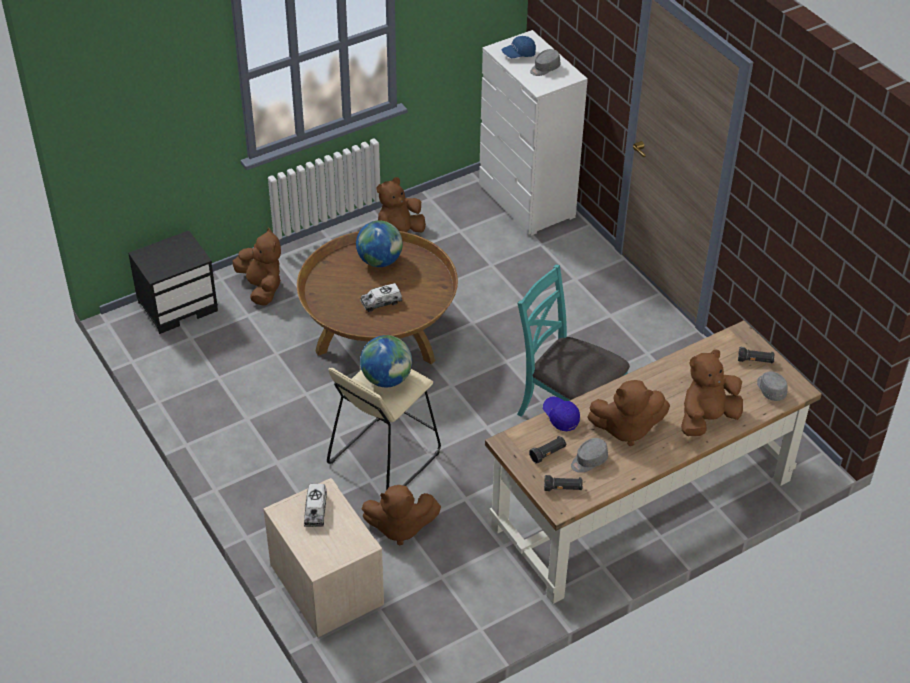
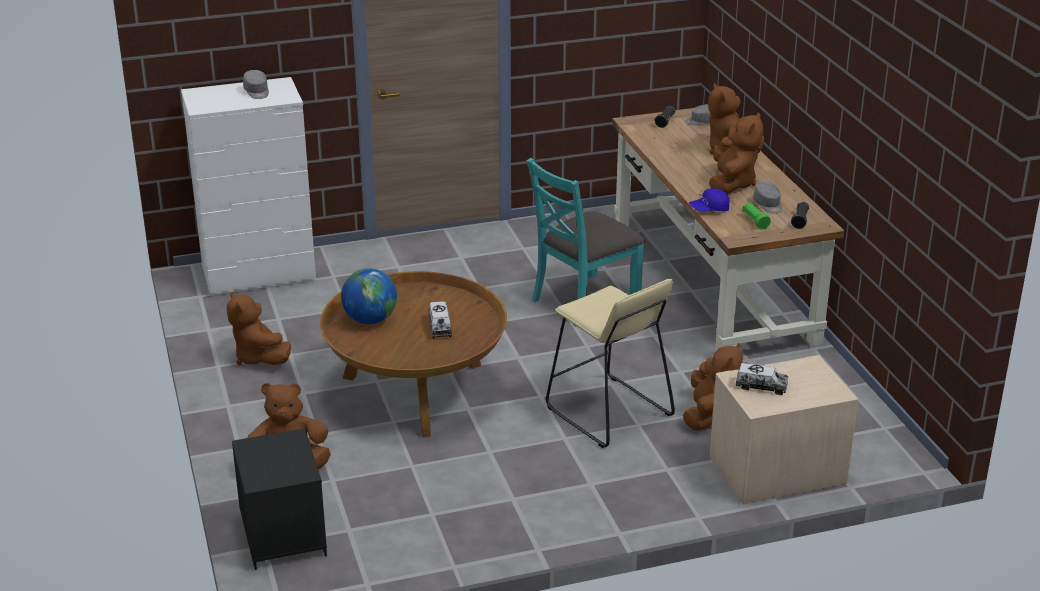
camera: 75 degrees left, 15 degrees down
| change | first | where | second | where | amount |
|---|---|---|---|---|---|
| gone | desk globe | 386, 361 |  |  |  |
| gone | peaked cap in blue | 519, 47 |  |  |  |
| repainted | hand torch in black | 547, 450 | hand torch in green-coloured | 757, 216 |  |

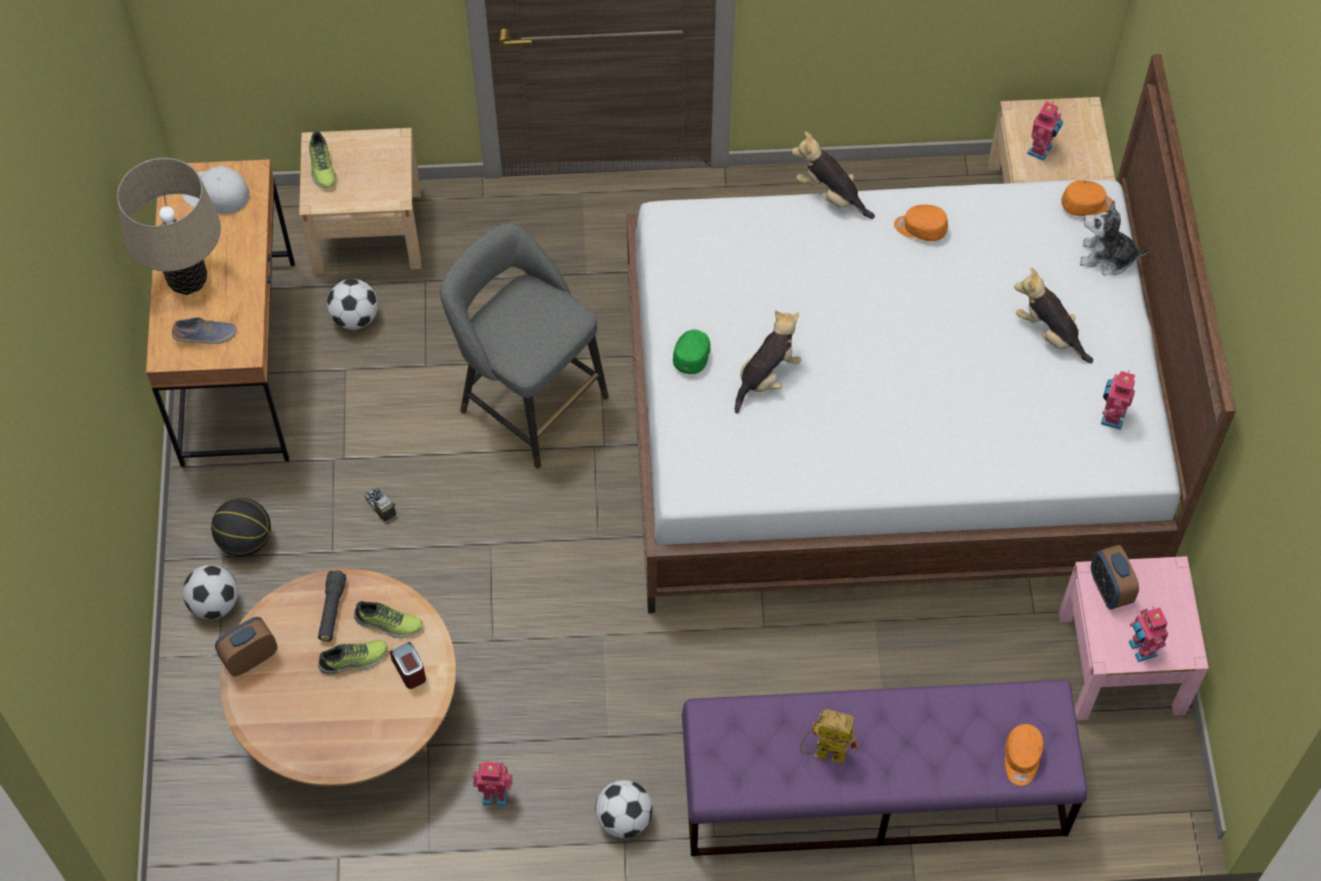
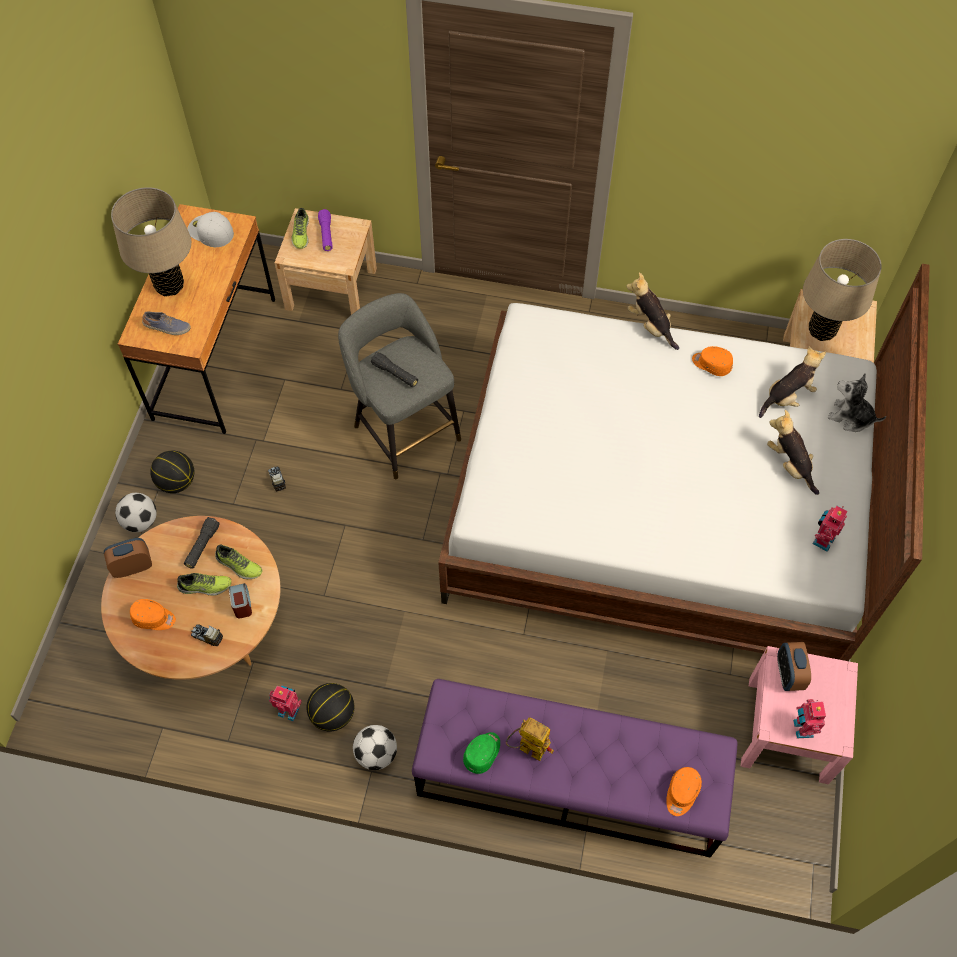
camera: 15 degrees right, 0 degrees up
| change | first | where | second | where | amount |
|---|---|---|---|---|---|
| gone | football | 352, 304 |  |  |  |
| new |  |  | toy truck | 207, 635 |  |
| new |  |  | basketball ball | 330, 707 |  |
| new |  |  | hand torch in purple-coloured | 325, 230 |  |
| new |  |  | hand torch in black | 394, 369 |  |
| shifted | peaked cap in green-coloured | 692, 352 |  | 481, 753 |  |
| shifted | plush toy | 768, 361 |  | 792, 382 |  |
| shifted | peaked cap in orange-coloured | 1087, 198 |  | 153, 614 |  |
| swapped | model robot | 1045, 131 | tabletop lamp in beige | 842, 290 |  |

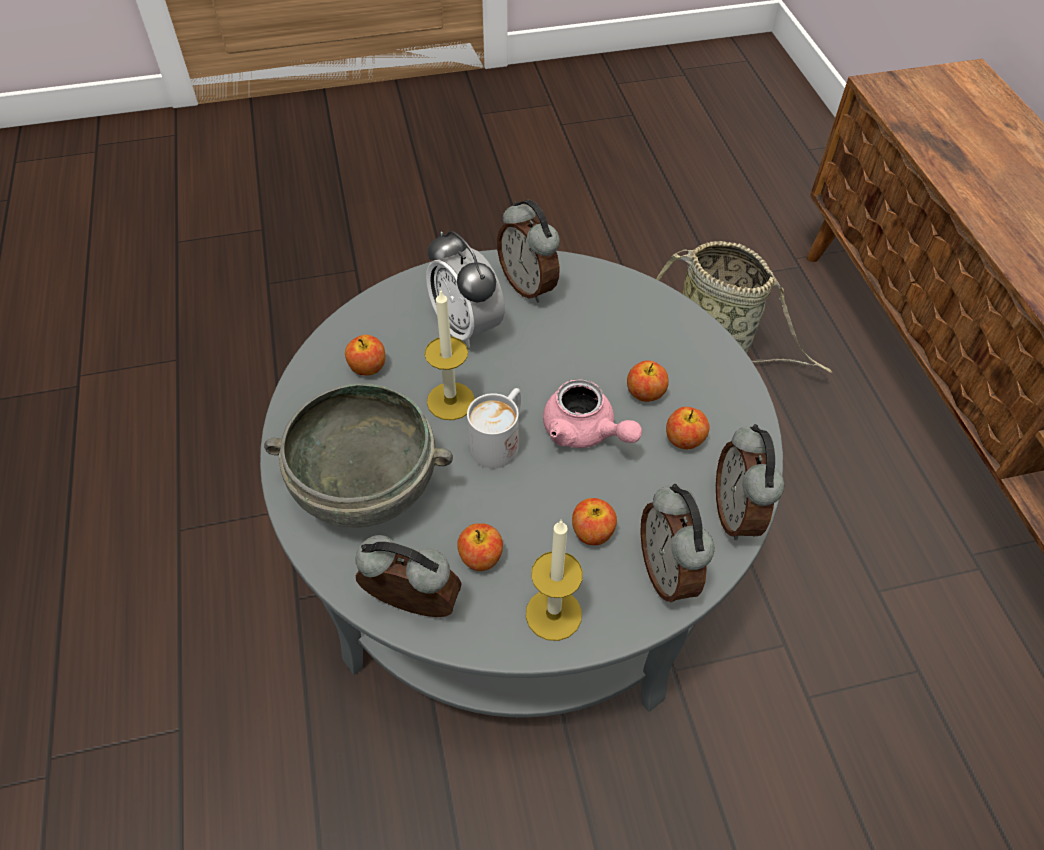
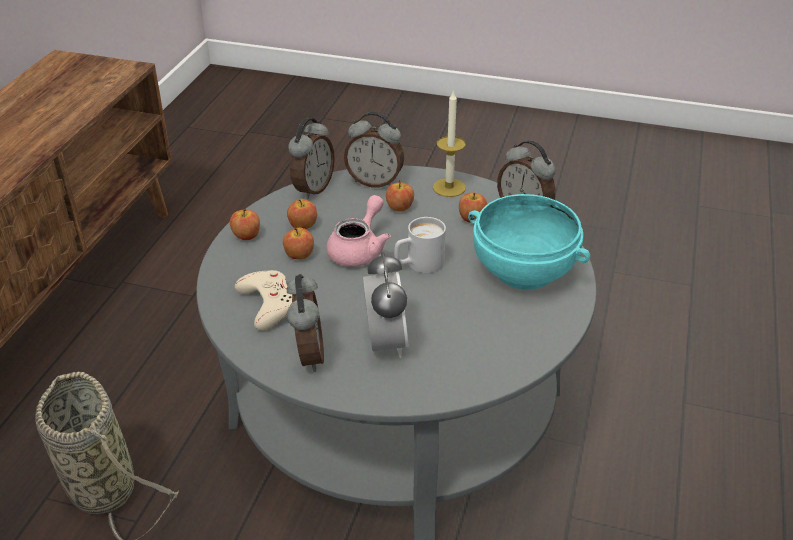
camera: 150 degrees left, 15 degrees down
| change | first | where | second | where | amount |
|---|---|---|---|---|---|
| gone | wax light | 450, 354 |  |  |  |
| new |  |  | gamepad in beige | 263, 300 |  |
| shifted | apple fruit | 365, 355 |  | 245, 224 |  |
| repainted | deep dish in grey | 358, 455 | deep dish in turquoise | 529, 242 |  |
| rotated | tea pot in pink | 592, 413 |  | 358, 231 | 45 degrees clockwise |
| rotated | alarm clock | 677, 543 |  | 374, 149 | 90 degrees clockwise |

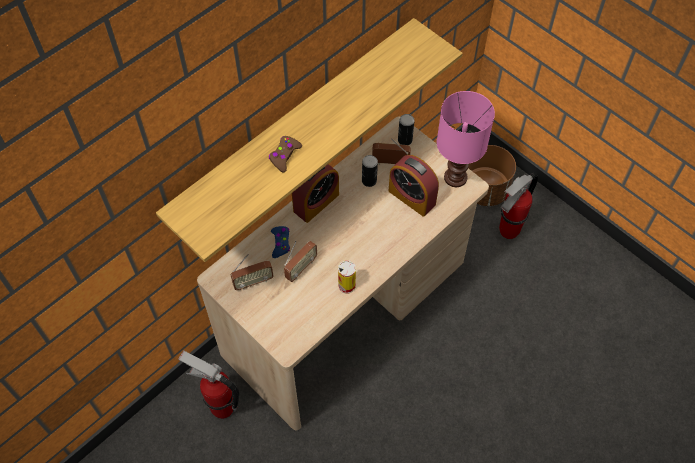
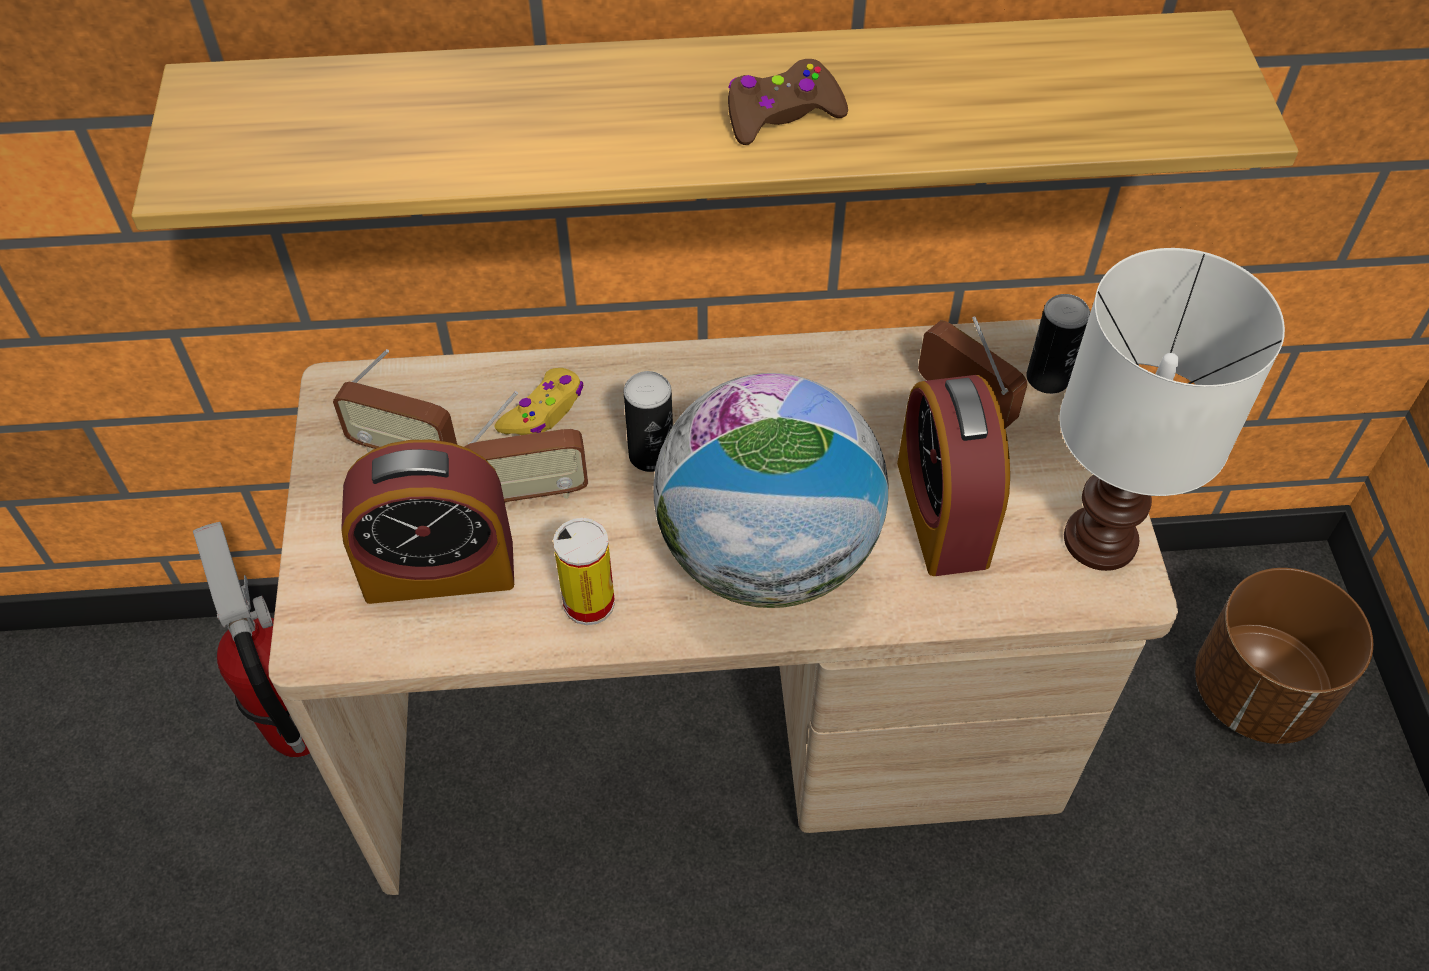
camera: 40 degrees right, 5 degrees down
| change | first | where | second | where | amount |
|---|---|---|---|---|---|
| gone | fire extinguisher | 518, 206 |  |  |  |
| new |  |  | desk globe | 770, 490 |  |
| shifted | gamepad in brown | 285, 154 |  | 788, 102 |  |
| shifted | alarm clock | 315, 193 |  | 427, 522 |  |
| shifted | can | 370, 171 |  | 648, 421 |  |
| repainted | gamepad in blue | 280, 242 | gamepad in yellow | 539, 401 |  |
| repainted | tabletop lamp in pink | 466, 139 | tabletop lamp in whitish | 1172, 409 |  |

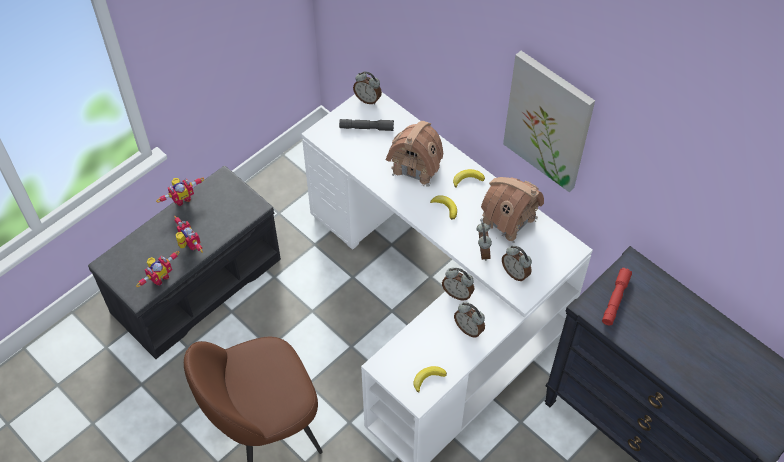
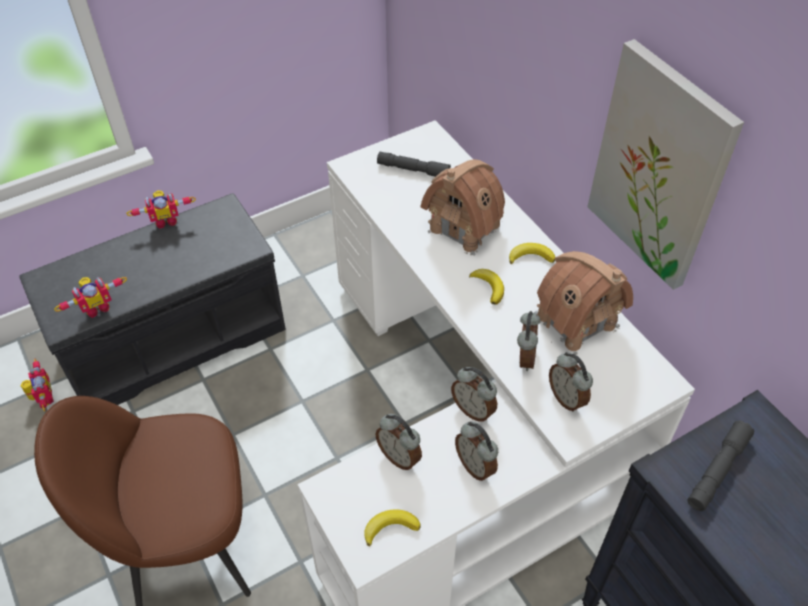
camera: 15 degrees right, 5 degrees down
| change | first | where | second | where | amount |
|---|---|---|---|---|---|
| shifted | model robot | 188, 234 |  | 37, 385 |  |
| shifted | alarm clock | 367, 87 |  | 399, 442 |  |
| repainted | hand torch in red | 617, 296 | hand torch in grey | 721, 465 |  |

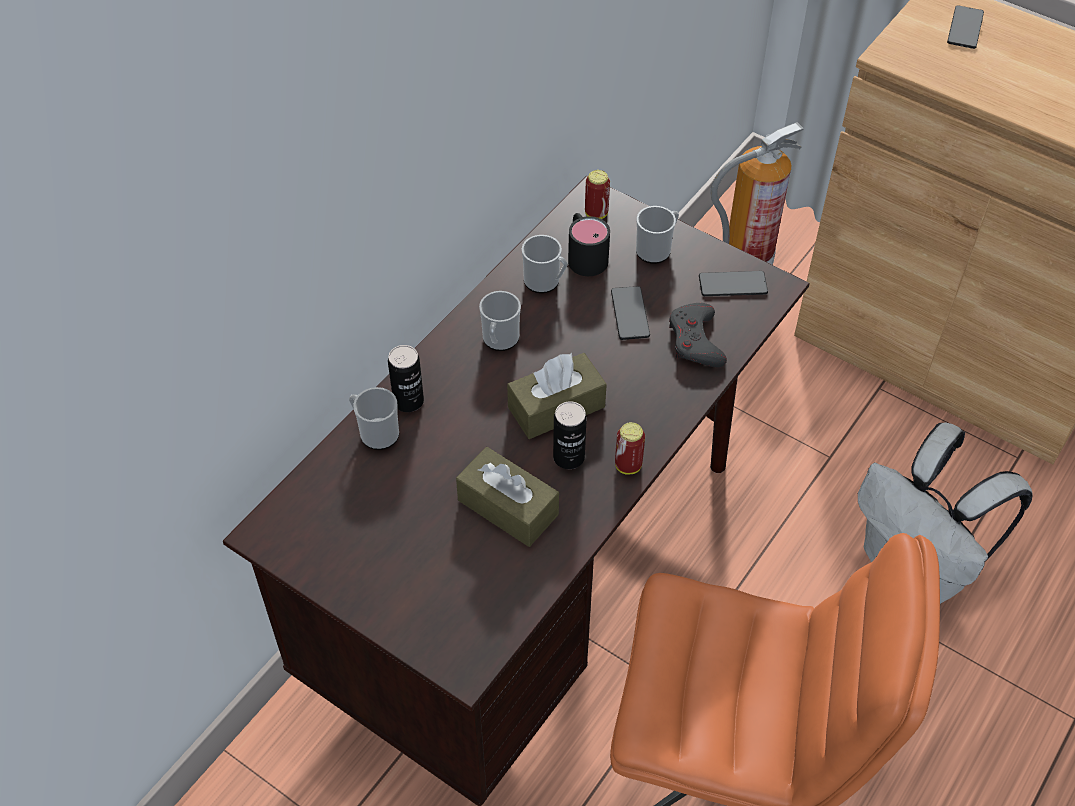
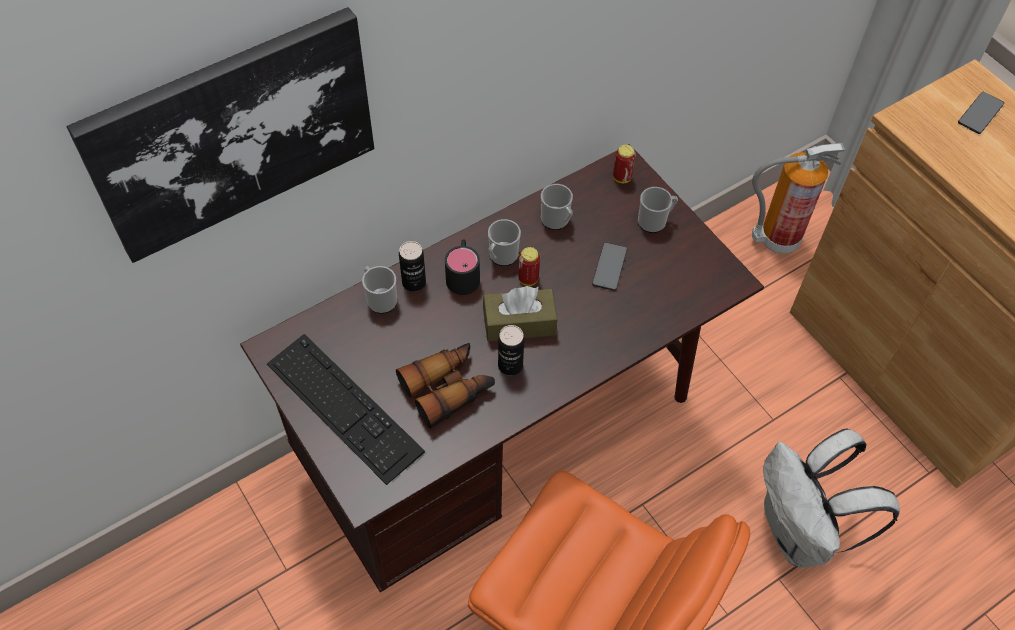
camera: 20 degrees right, 5 degrees up
| change | first | where | second | where | amount |
|---|---|---|---|---|---|
| gone | gamepad in grey | 698, 335 |  |  |  |
| gone | handset | 733, 283 |  |  |  |
| new |  |  | wall art | 220, 135 |  |
| new |  |  | keyboard | 346, 409 |  |
| shifted | mug in black | 589, 244 |  | 462, 267 |  |
| shifted | can | 630, 448 |  | 529, 266 |  |
| swapped | box of tissues in brown | 507, 497 | pair of binoculars | 445, 386 |  |

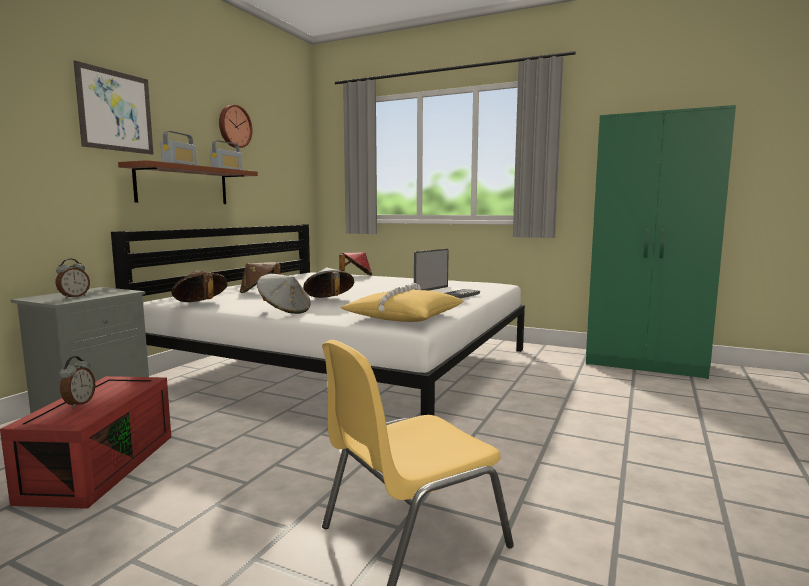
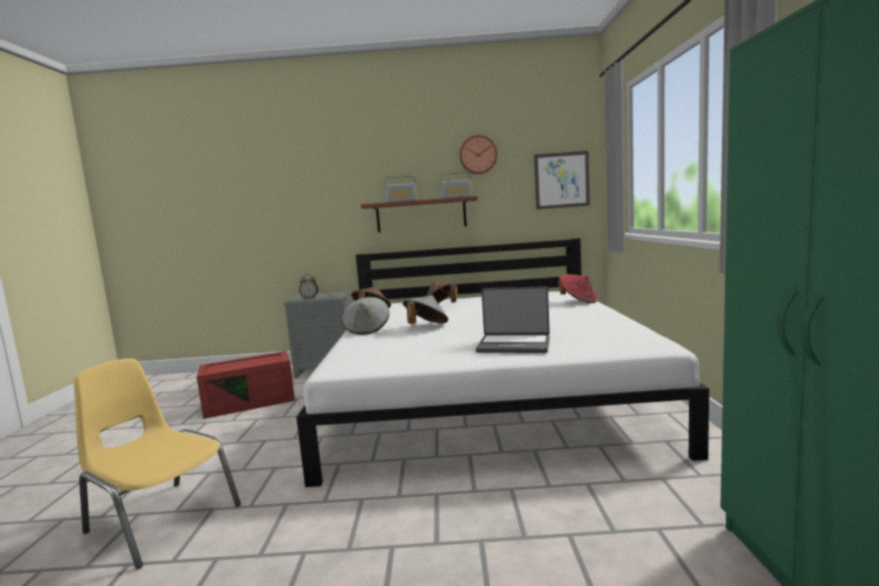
camera: 65 degrees right, 0 degrees up
| change | first | where | second | where | amount |
|---|---|---|---|---|---|
| gone | alarm clock | 77, 382 |  |  |  |
| gone | throw pillow in yellow | 401, 302 |  |  |  |
| shifted | wall art | 113, 108 |  | 562, 180 |  |

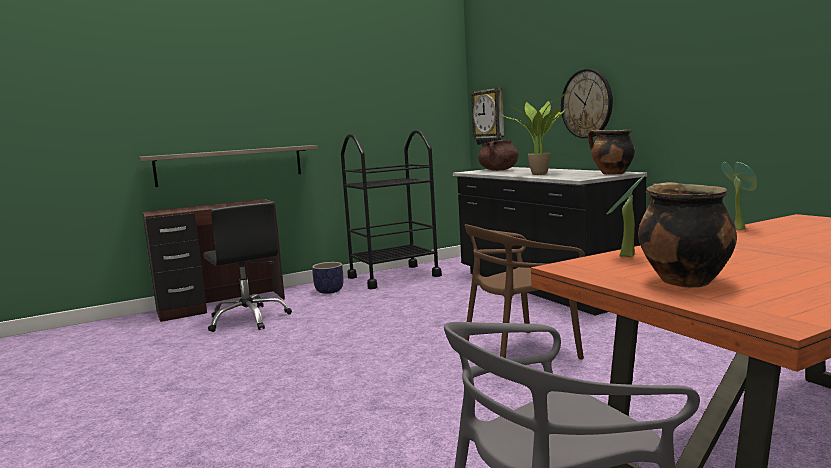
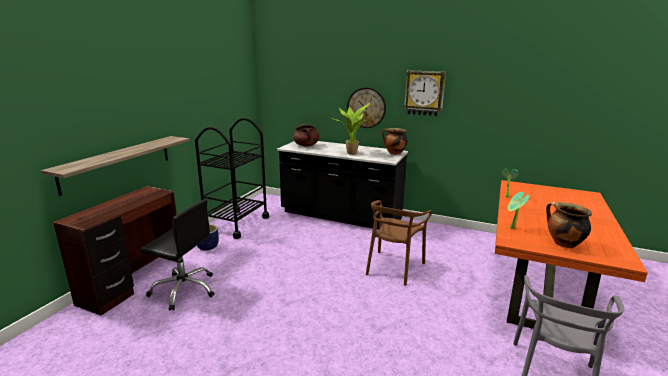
camera: 40 degrees left, 10 degrees up
| change | first | where | second | where | amount |
|---|---|---|---|---|---|
| shifted | hanging clock | 487, 116 |  | 425, 93 |  |

